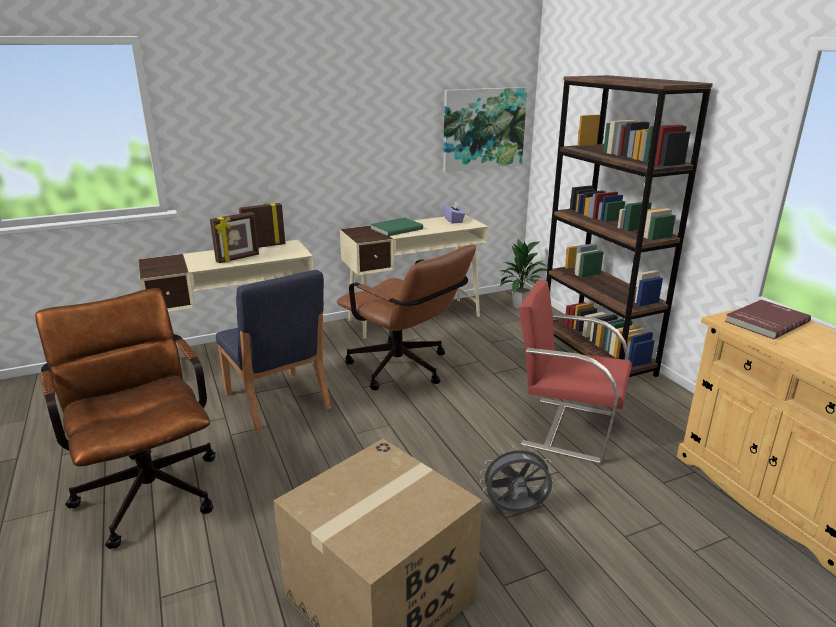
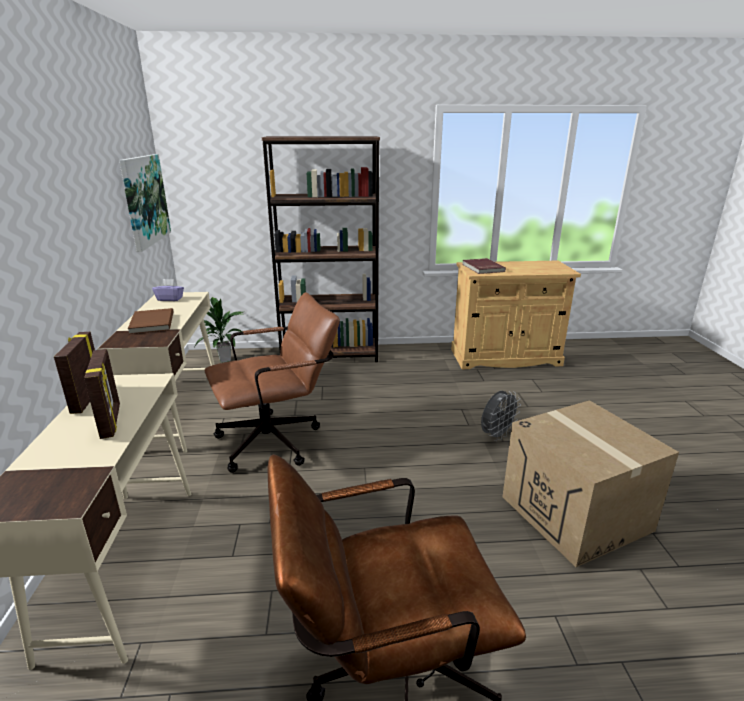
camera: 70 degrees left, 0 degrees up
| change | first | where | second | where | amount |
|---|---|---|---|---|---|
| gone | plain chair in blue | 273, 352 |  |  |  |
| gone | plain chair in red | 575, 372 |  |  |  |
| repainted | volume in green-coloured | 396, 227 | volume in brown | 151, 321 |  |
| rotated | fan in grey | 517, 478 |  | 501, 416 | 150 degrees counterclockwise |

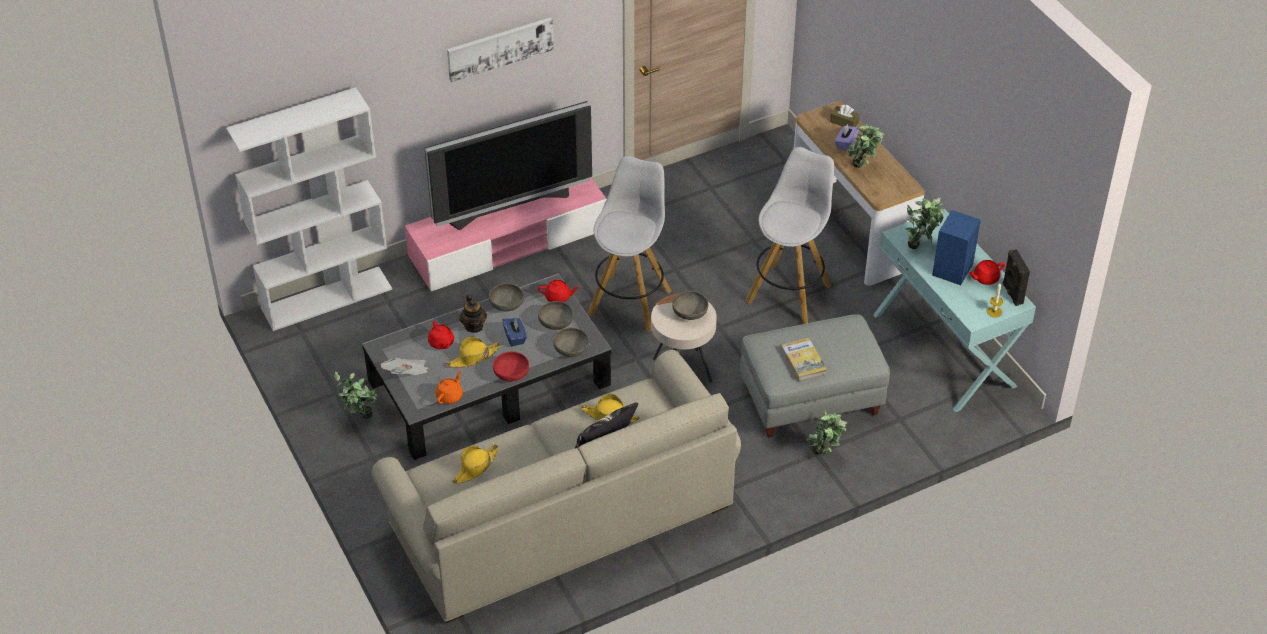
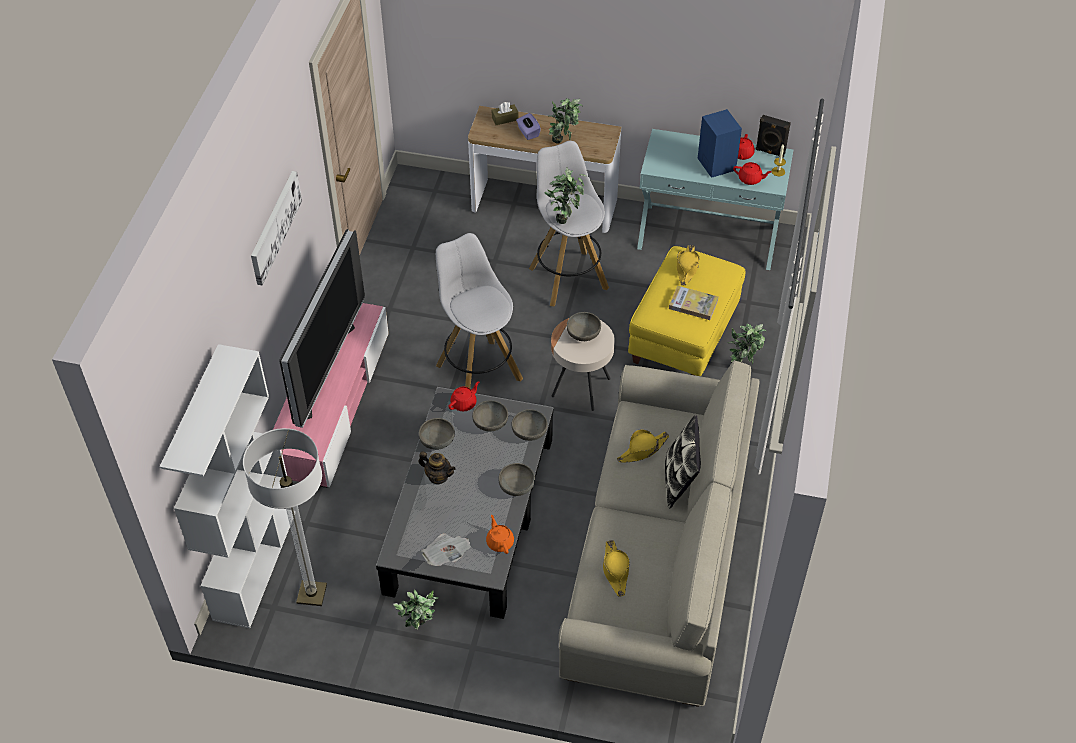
camera: 50 degrees left, 5 degrees up
| change | first | where | second | where | amount |
|---|---|---|---|---|---|
| gone | box of tissues in blue | 514, 332 |  |  |  |
| new |  |  | standard lamp | 285, 517 |  |
| shifted | tea pot in red | 441, 335 |  | 752, 173 |  |
| shifted | clothing hat in yellow | 474, 352 |  | 688, 265 |  |
| shifted | houseplant | 924, 223 |  | 565, 195 |  |
| repainted | deep dish in red | 511, 366 | deep dish in grey | 516, 479 |  |
| repainted | footrest in grey | 815, 376 | footrest in yellow | 687, 311 |  |

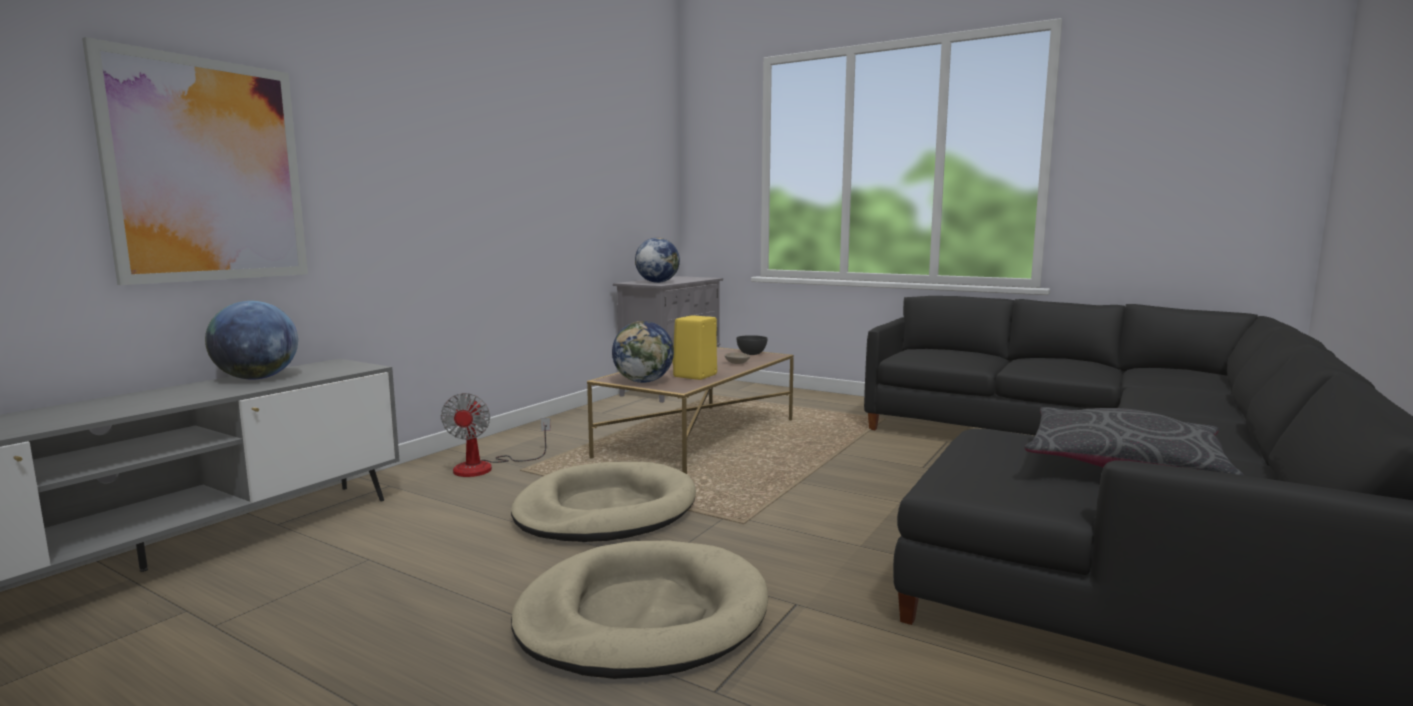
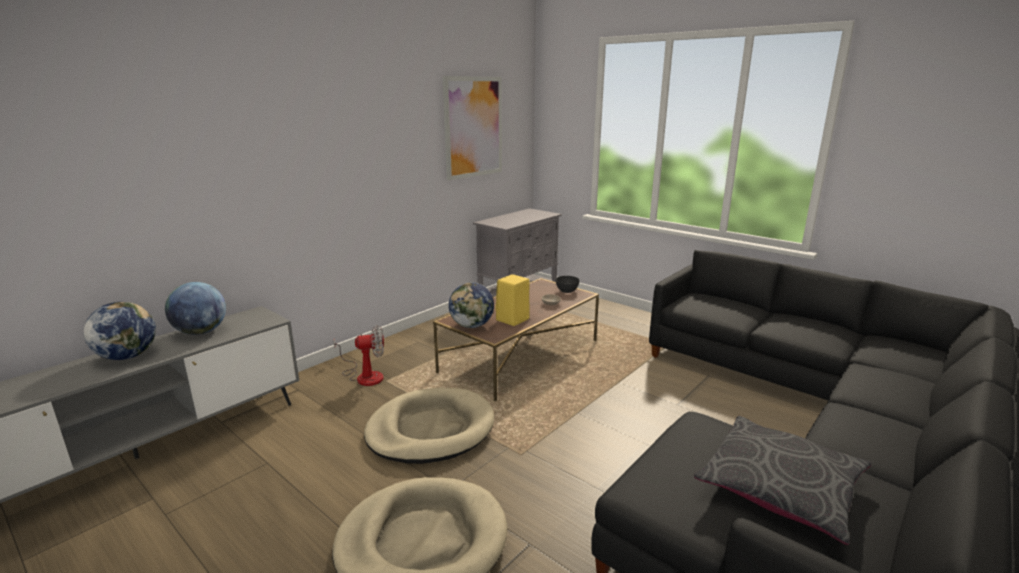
camera: 10 degrees right, 10 degrees up
| change | first | where | second | where | amount |
|---|---|---|---|---|---|
| shifted | wall art | 195, 161 |  | 472, 128 |  |
| shifted | desk globe | 657, 260 |  | 120, 331 |  |
| rotated | fan | 496, 435 |  | 358, 355 | 105 degrees counterclockwise |

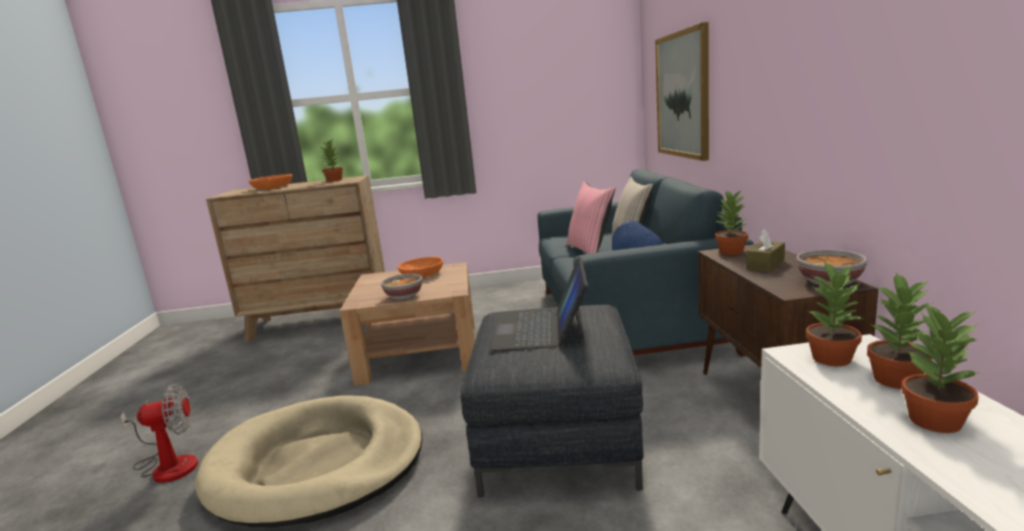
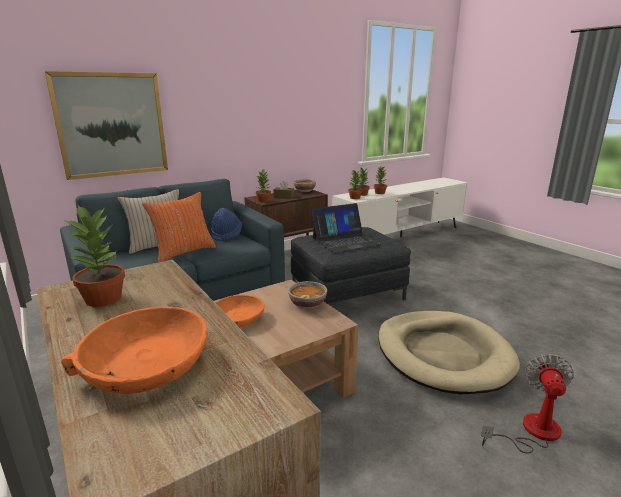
camera: 120 degrees left, 5 degrees up
| change | first | where | second | where | amount |
|---|---|---|---|---|---|
| repainted | throw pillow in pink | 590, 218 | throw pillow in orange-coloured | 179, 227 |  |
| rotated | fan | 159, 433 |  | 527, 403 | 60 degrees clockwise |

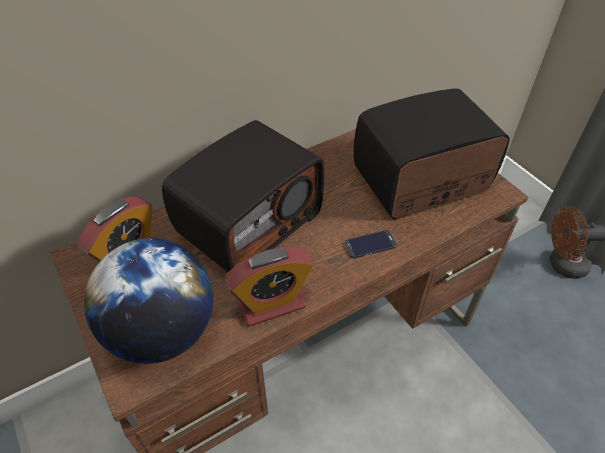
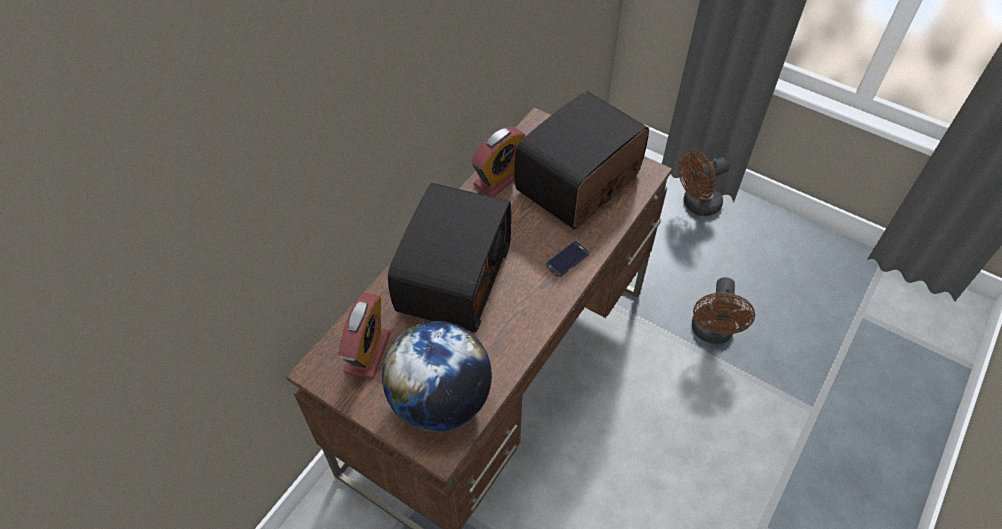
camera: 25 degrees left, 5 degrees up
| change | first | where | second | where | amount |
|---|---|---|---|---|---|
| new |  |  | fan in brown | 723, 310 |  |
| shifted | alarm clock | 269, 287 |  | 498, 162 |  |

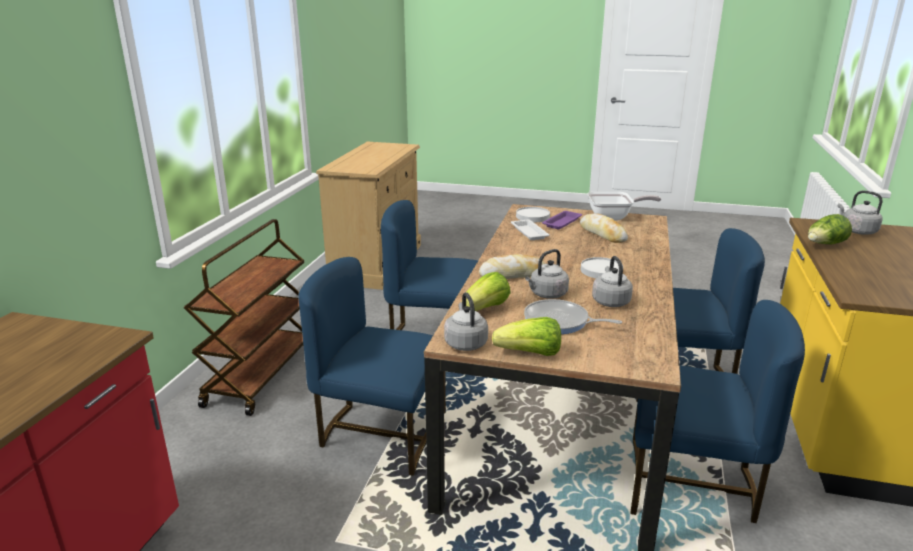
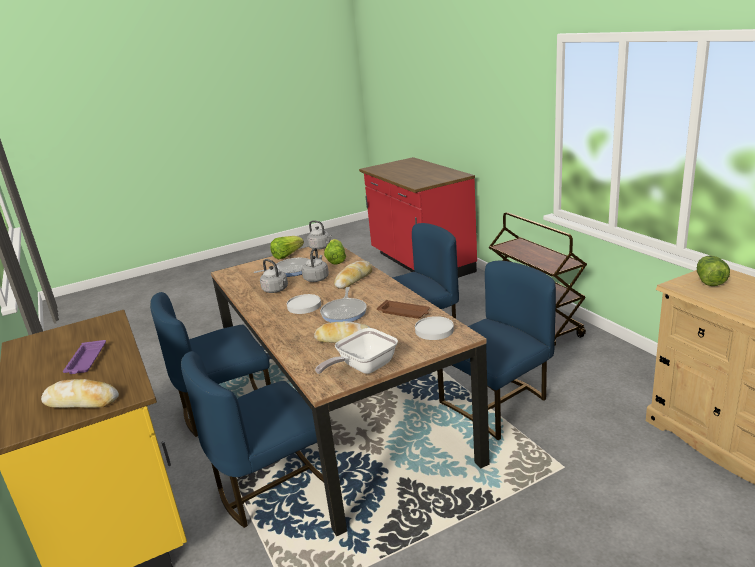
camera: 140 degrees right, 0 degrees up
| change | first | where | second | where | amount |
|---|---|---|---|---|---|
| new |  |  | skillet | 343, 304 |  |
| shifted | serving tray in purple-coloured | 562, 220 |  | 84, 357 |  |
| shifted | lettuce head | 830, 229 |  | 713, 271 |  |
| swapped | tea kettle in grey | 860, 212 | bread | 80, 393 |  |
| repainted | serving tray in whitish | 530, 230 | serving tray in brown | 403, 309 |  |

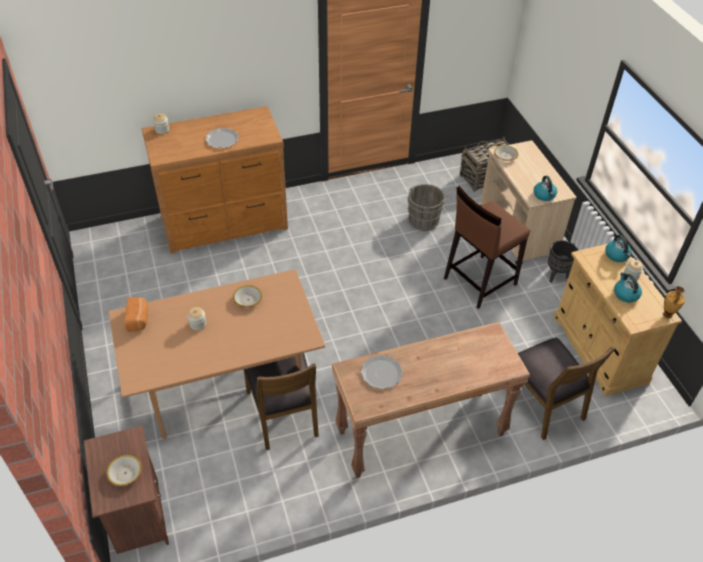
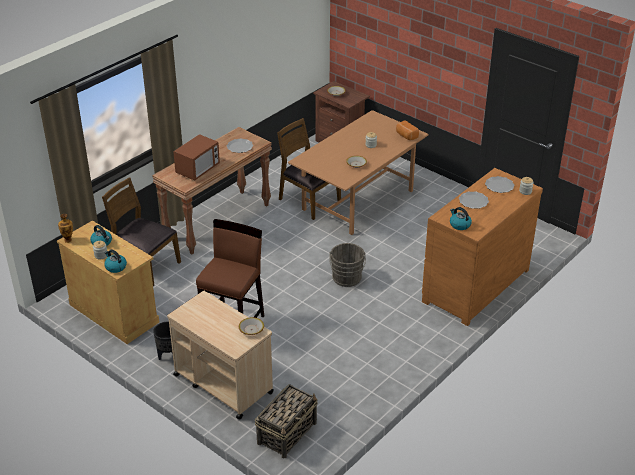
camera: 150 degrees right, 10 degrees down
| change | first | where | second | where | amount |
|---|---|---|---|---|---|
| new |  |  | kitchen microwave | 196, 157 |  |
| new |  |  | dinner plate | 500, 184 |  |
| shifted | pail in grey | 428, 207 |  | 348, 265 |  |
| shifted | tea kettle | 545, 188 |  | 461, 218 |  |

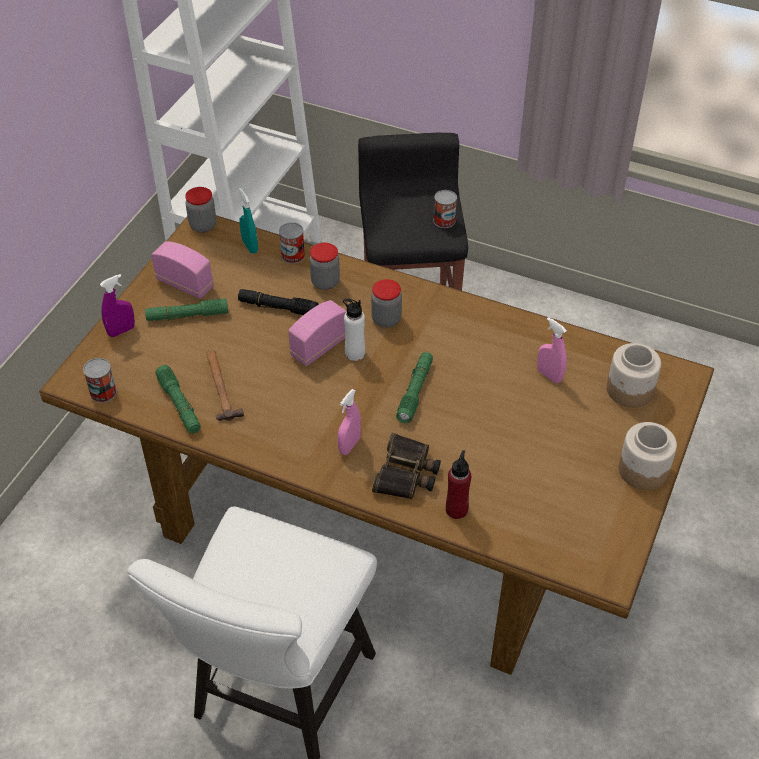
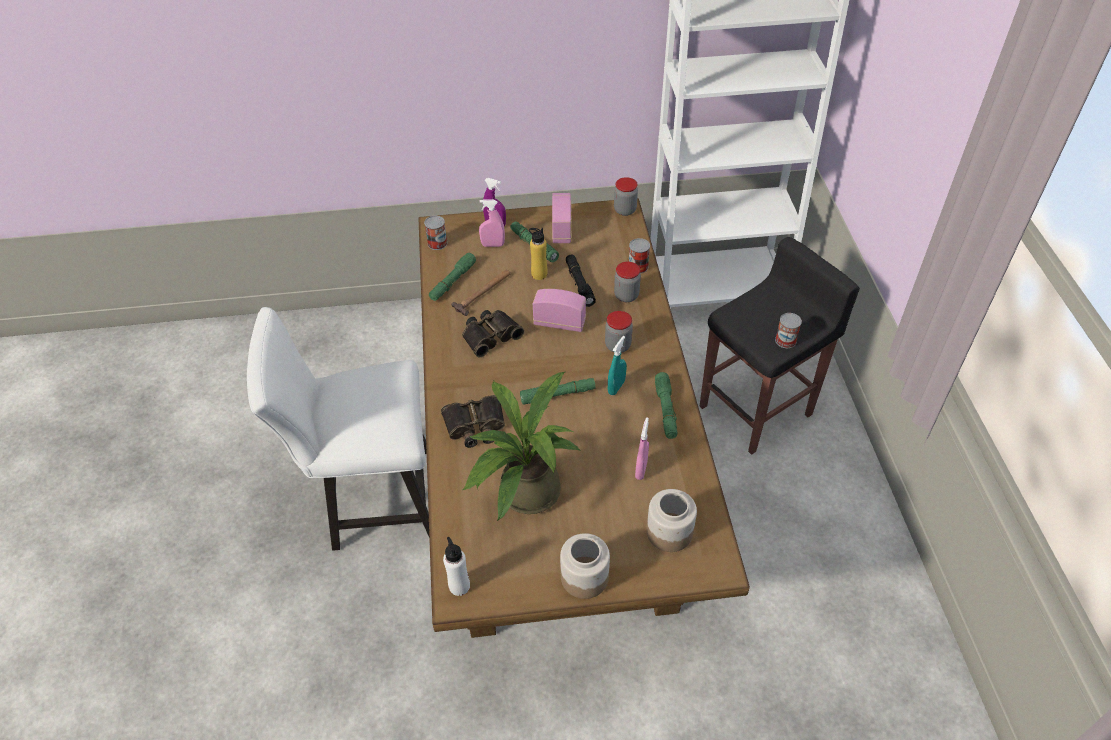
camera: 60 degrees right, 0 degrees up
| change | first | where | second | where | amount |
|---|---|---|---|---|---|
| gone | bottle in red | 458, 484 |  |  |  |
| new |  |  | pair of binoculars | 493, 334 |  |
| new |  |  | houseplant | 521, 446 |  |
| new |  |  | bottle in yellow | 538, 254 |  |
| new |  |  | hand torch in green-coloured | 666, 405 |  |
| shifted | spray bottle in turquoise | 248, 221 |  | 617, 365 |  |
| shifted | spray bottle in pink | 349, 422 |  | 492, 223 |  |
| shifted | bottle in whitish | 354, 330 |  | 456, 566 |  |

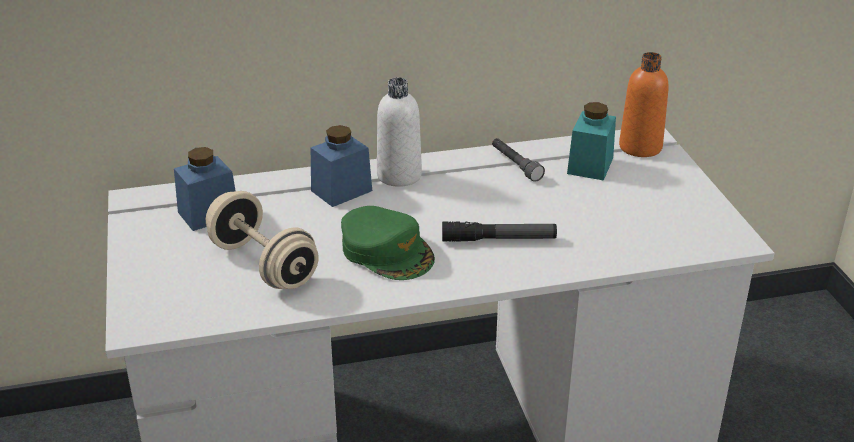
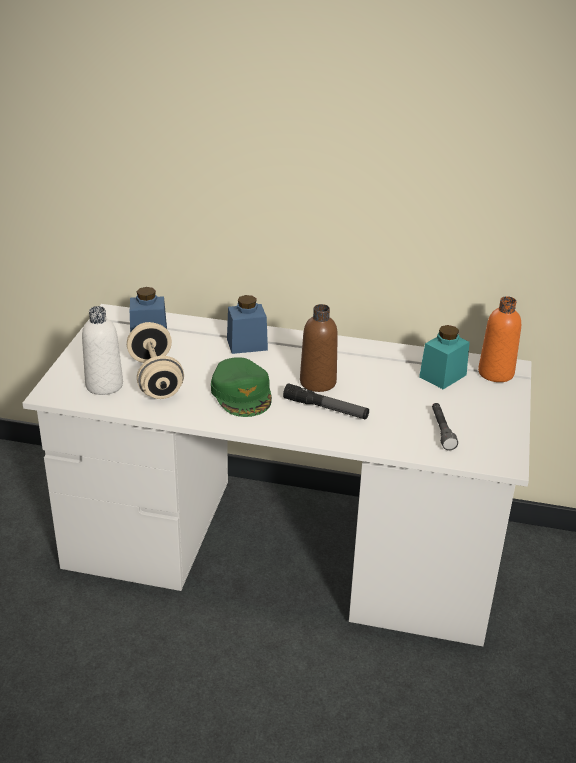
camera: 25 degrees right, 0 degrees up
| change | first | where | second | where | amount |
|---|---|---|---|---|---|
| new |  |  | bottle in brown | 319, 348 |  |
| shifted | bottle in whitish | 399, 132 |  | 102, 350 |  |
| shifted | hand torch in grey | 518, 160 |  | 445, 426 |  |

